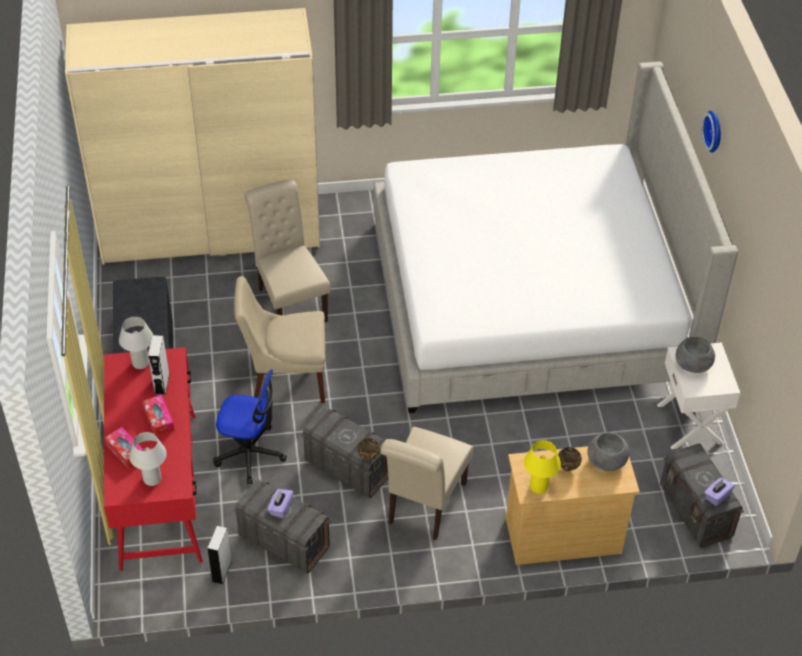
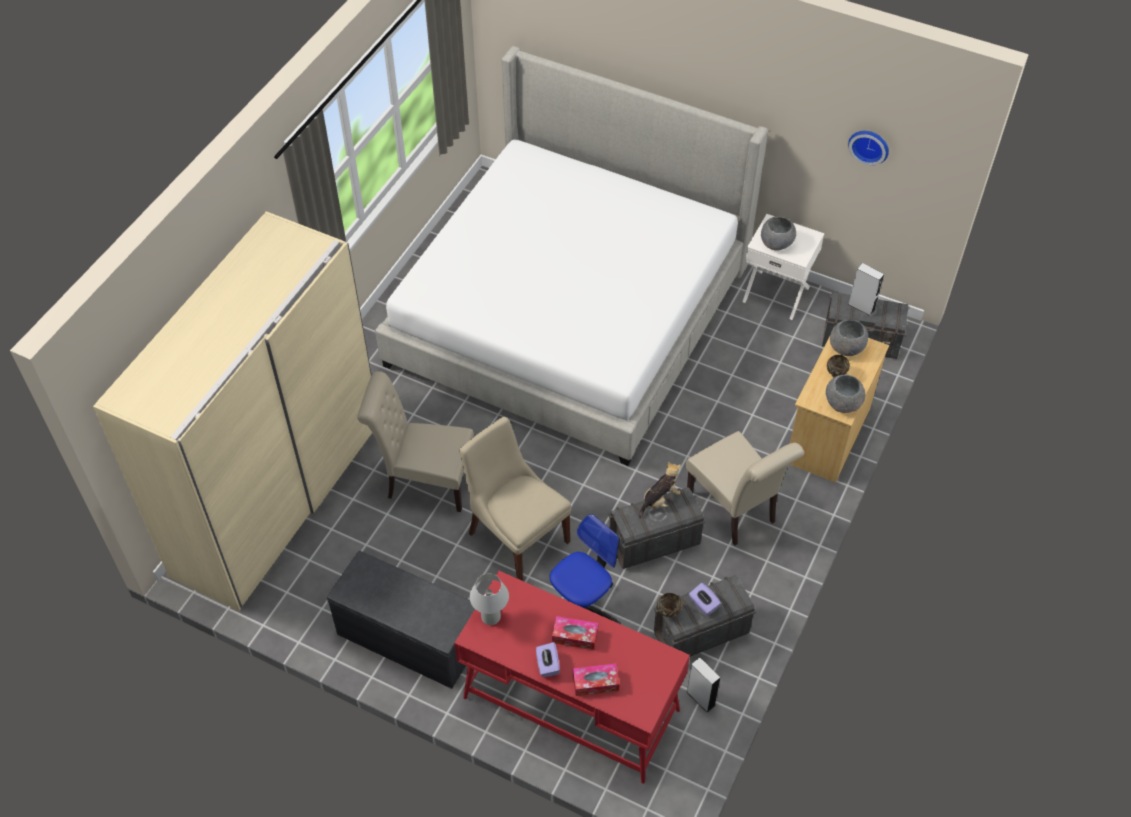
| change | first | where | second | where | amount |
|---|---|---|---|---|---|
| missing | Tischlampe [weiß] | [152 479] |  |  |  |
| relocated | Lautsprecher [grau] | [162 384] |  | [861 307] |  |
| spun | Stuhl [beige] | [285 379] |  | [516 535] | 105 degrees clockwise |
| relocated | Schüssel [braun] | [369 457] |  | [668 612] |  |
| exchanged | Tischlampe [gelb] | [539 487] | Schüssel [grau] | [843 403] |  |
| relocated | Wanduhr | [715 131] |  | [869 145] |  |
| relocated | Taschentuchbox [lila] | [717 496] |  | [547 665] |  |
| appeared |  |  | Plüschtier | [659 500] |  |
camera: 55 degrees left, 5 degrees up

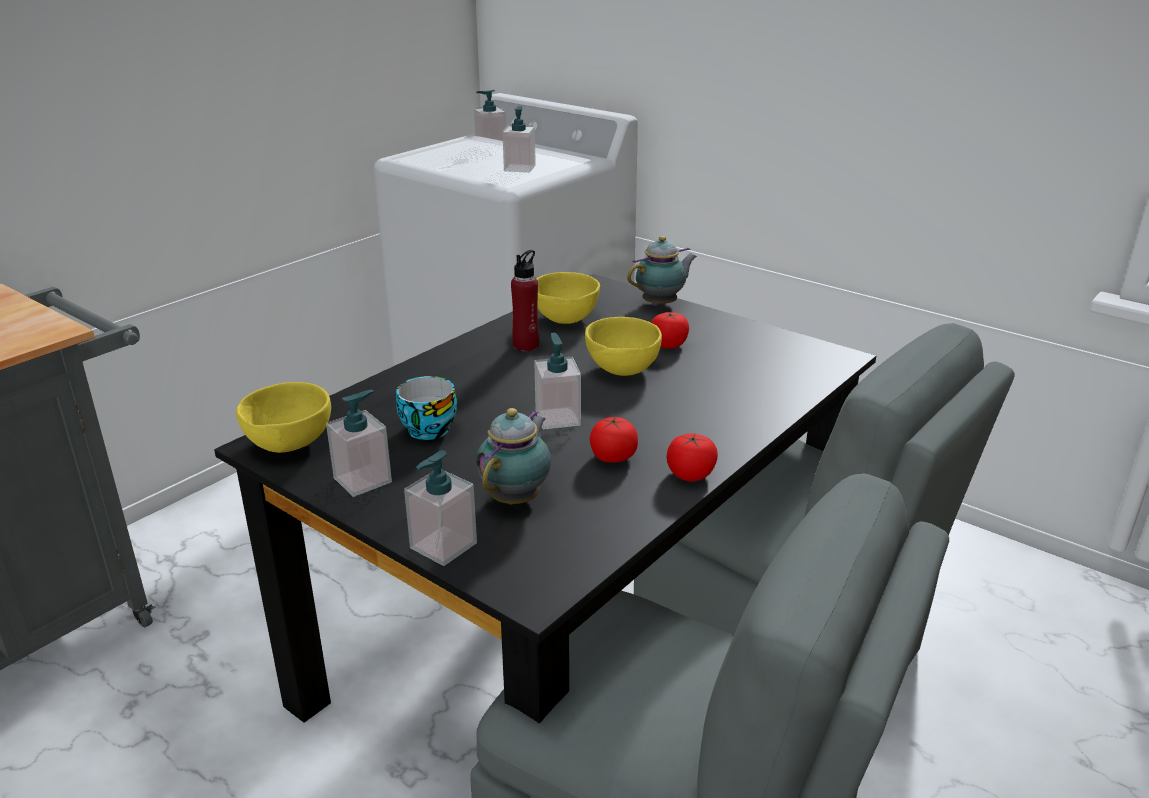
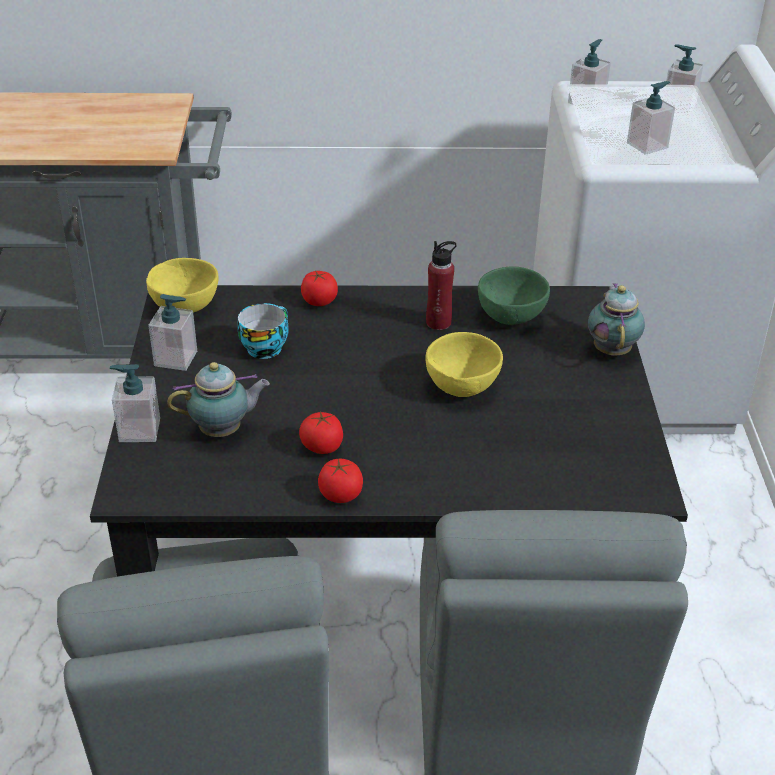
| change | first | where | second | where | amount |
|---|---|---|---|---|---|
| relocated | Seifenspender | [557 418] |  | [586 102] |  |
| colour | Schüssel [gelb] | [564 319] | Schüssel [grün] | [509 316] |  |
| spun | Teekanne | [662 304] |  | [612 349] | 105 degrees counterclockwise |
| relocated | Tomate | [668 345] |  | [319 301] |  |
camera: 50 degrees right, 10 degrees up

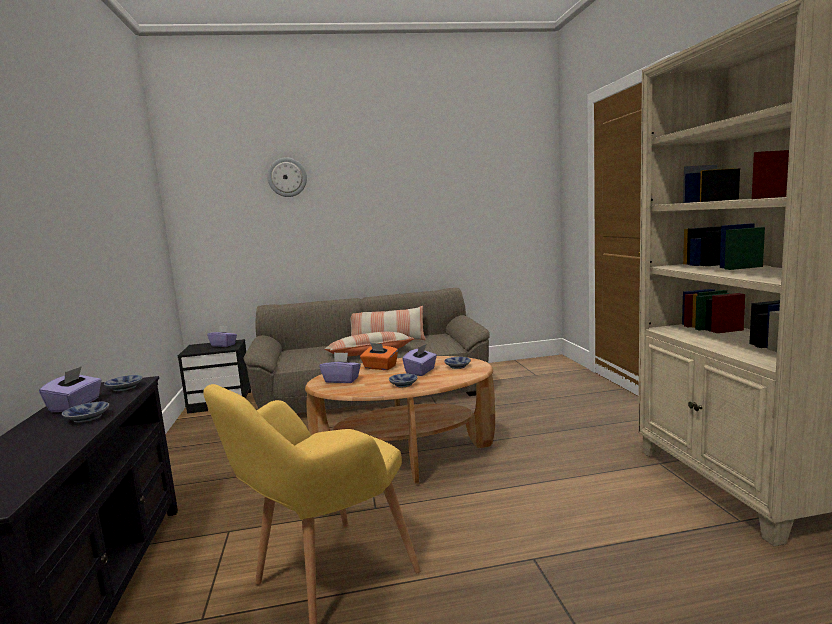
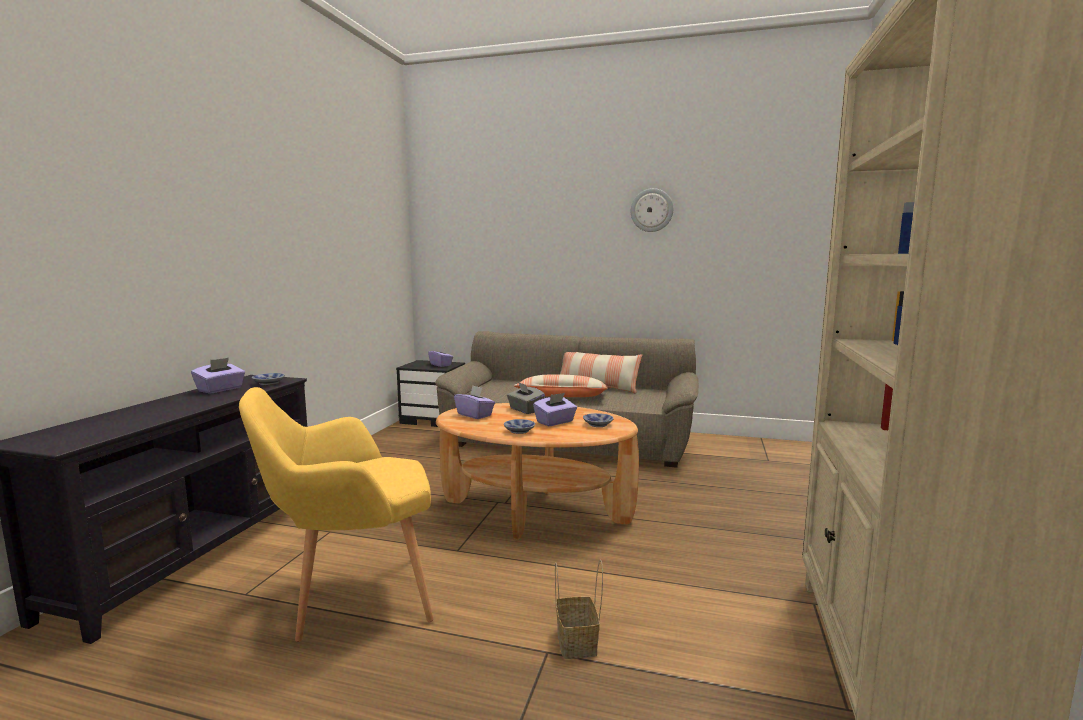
| change | first | where | second | where | amount |
|---|---|---|---|---|---|
| missing | Schüssel | [86 419] |  |  |  |
| relocated | Wanduhr | [287 177] |  | [651 210] |  |
| colour | Taschentuchbox [orange] | [380 367] | Taschentuchbox [grau] | [525 410] |  |
| appeared |  |  | Korb | [578 643] |  |
camera: 25 degrees right, 0 degrees up

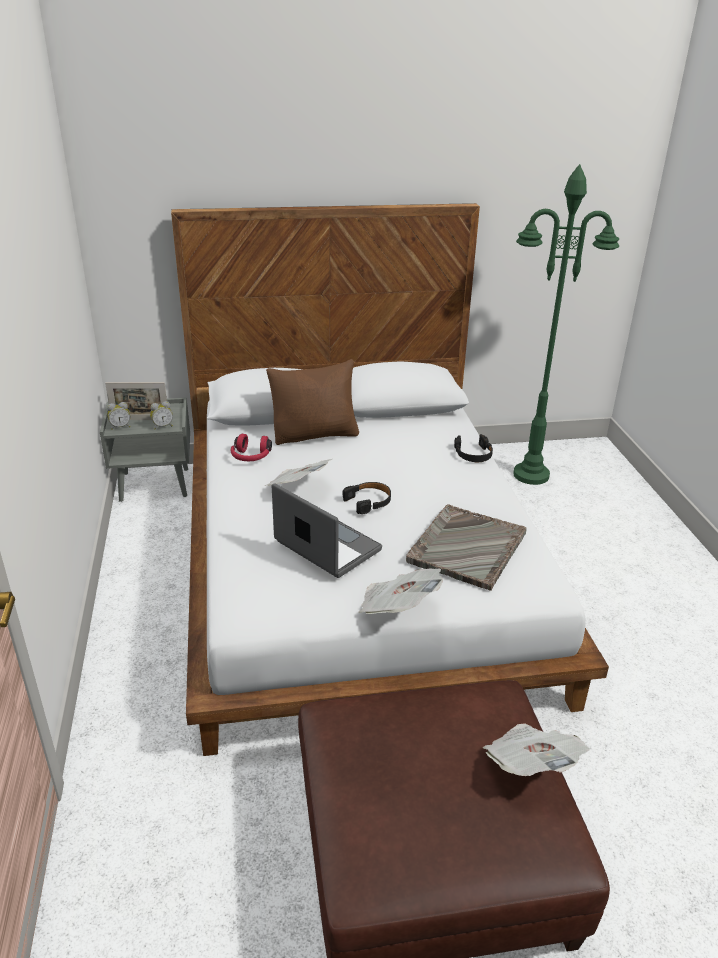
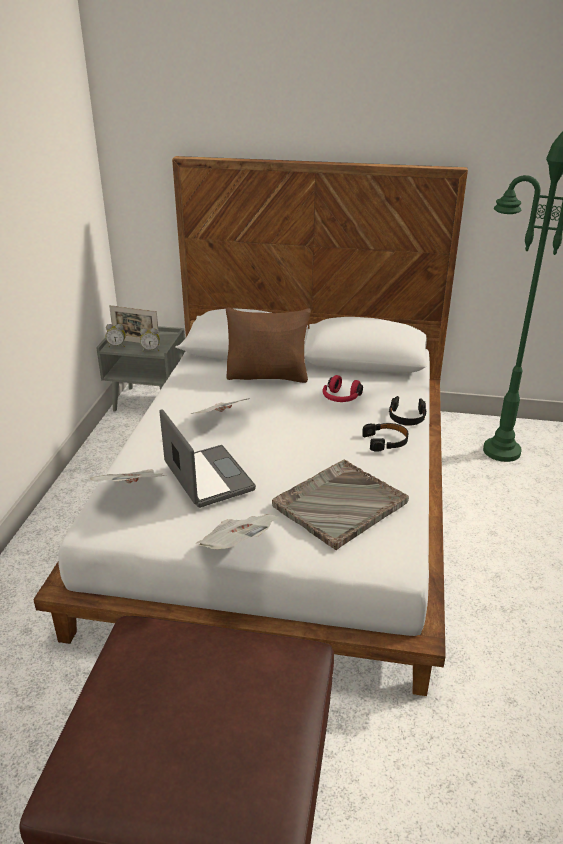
| change | first | where | second | where | amount |
|---|---|---|---|---|---|
| relocated | Kopfhörer [rot] | [250 457] |  | [340 398] |  |
| relocated | Kopfhörer [schwarz] | [368 501] |  | [386 441] |  |
| relocated | Zeitung | [530 765] |  | [132 491] |  |
camera: 20 degrees right, 0 degrees up

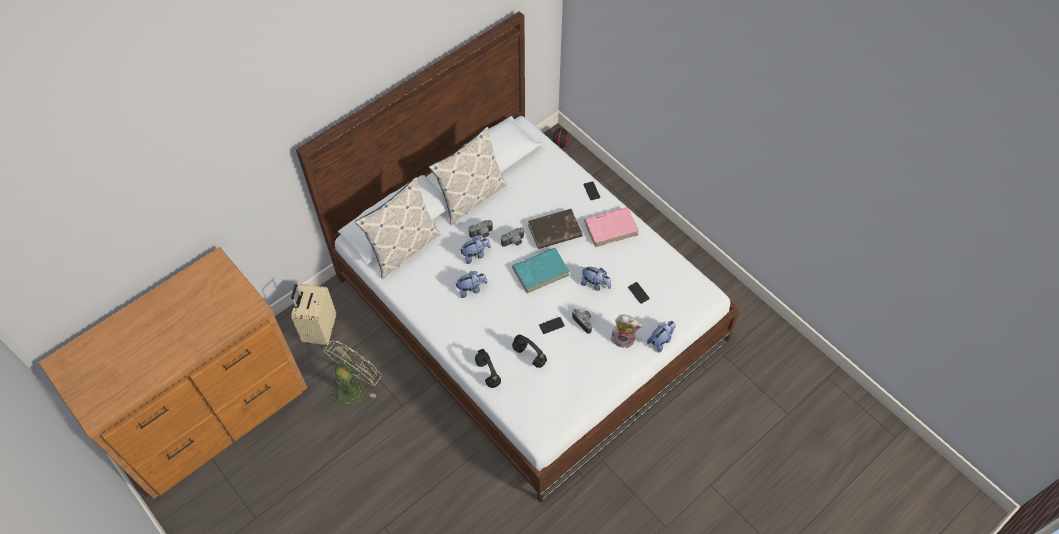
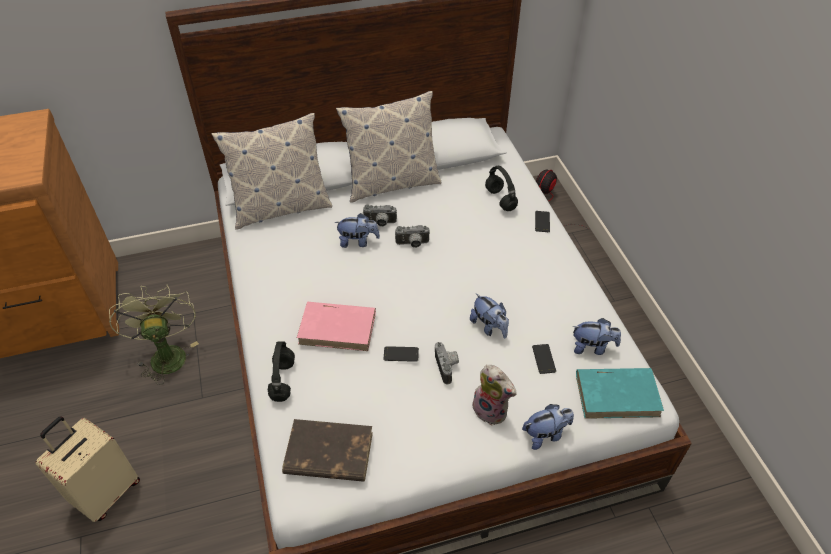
| change | first | where | second | where | amount |
|---|---|---|---|---|---|
| relocated | Koffer [beige] | [319 330] |  | [106 492] |  |
| spun | Ventilator [grün] | [354 386] |  | [166 354] | 75 degrees counterclockwise |
| relocated | Plüschtier | [471 289] |  | [592 347] |  |
| relocated | Buch [türkis] | [541 271] |  | [618 394] |  |
| relocated | Kopfhörer [schwarz] | [530 356] |  | [501 200] |  |
| relocated | Buch [braun] | [554 231] |  | [328 453] |  |
| relocated | Buch [rosa] | [611 228] |  | [338 328] |  |
camera: 25 degrees right, 10 degrees down

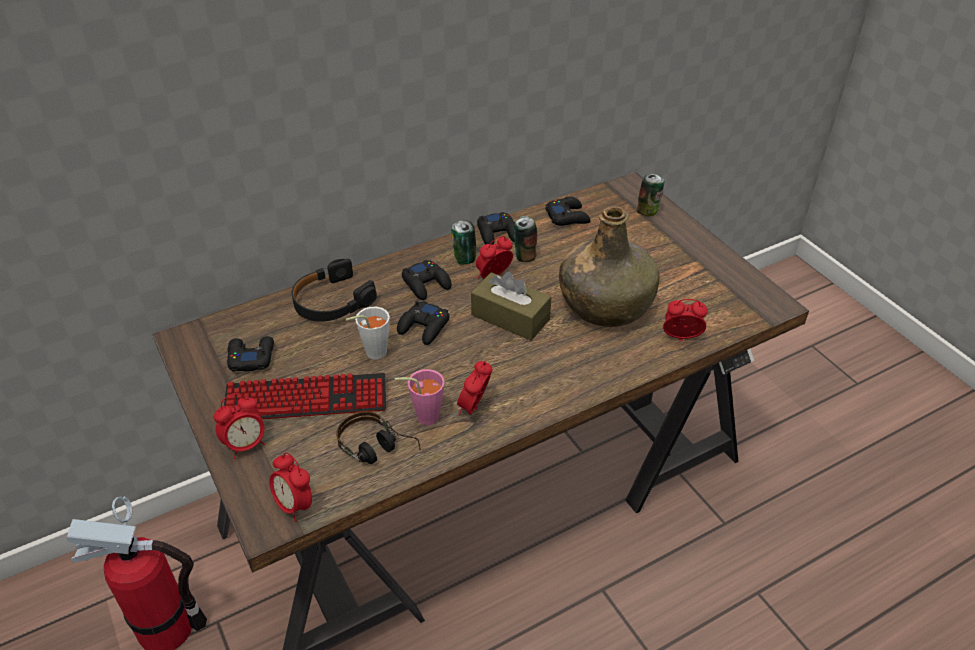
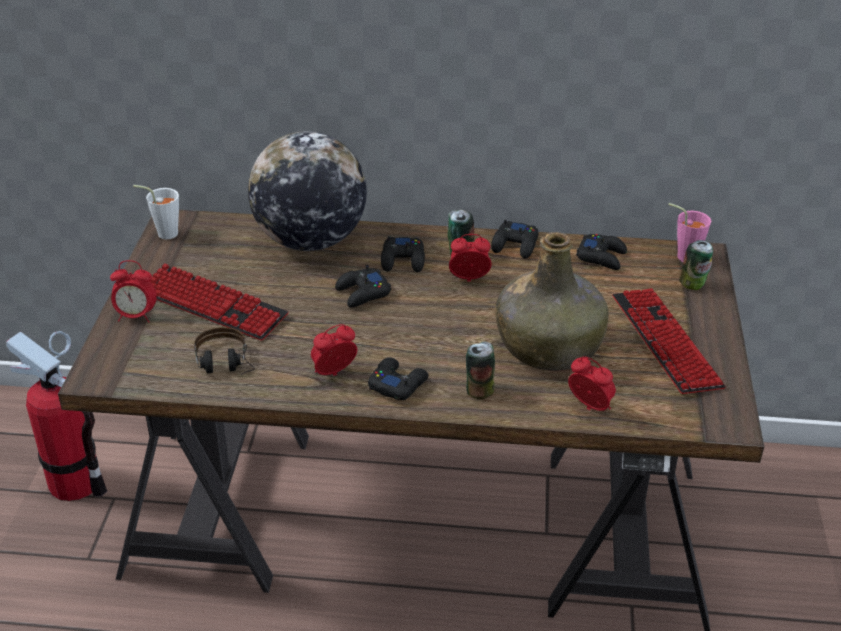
| change | first | where | second | where | amount |
|---|---|---|---|---|---|
| relocated | Gamepad [schwarz] | [251 357] |  | [397 384] |  |
| missing | Wecker | [294 505] |  |  |  |
| exchanged | Kopfhörer [schwarz] | [331 301] | Globus | [310 240] |  |
| relocated | Tasse [weiß] | [371 353] |  | [163 233] |  |
| relocated | Tasse [rosa] | [422 417] |  | [682 255] |  |
| missing | Taschentuchbox [braun] | [510 317] |  |  |  |
| relocated | Dose | [524 256] |  | [479 390] |  |
| appeared |  |  | Tastatur | [665 342] |  |
camera: 35 degrees right, 5 degrees down

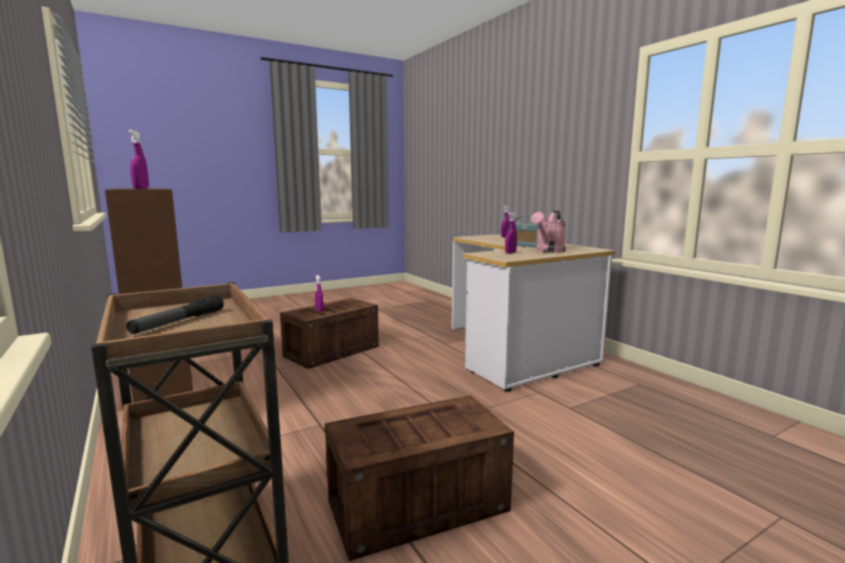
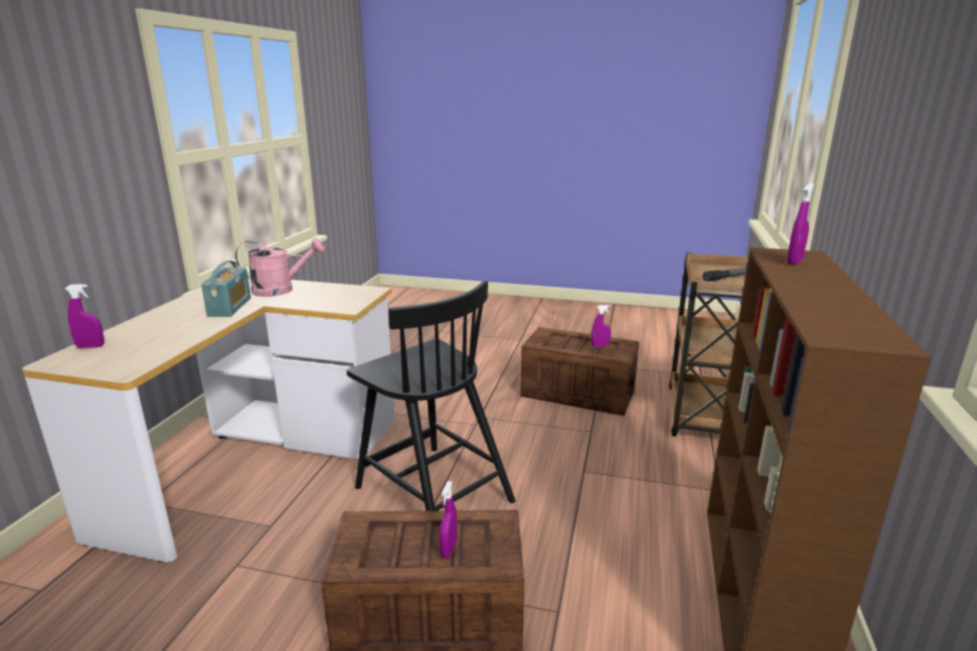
| change | first | where | second | where | amount |
|---|---|---|---|---|---|
| relocated | Sprühflasche [lila] | [510 253] |  | [600 346] |  |
| appeared |  |  | Stuhl [schwarz] | [432 492] |  |
camera: 135 degrees left, 10 degrees up

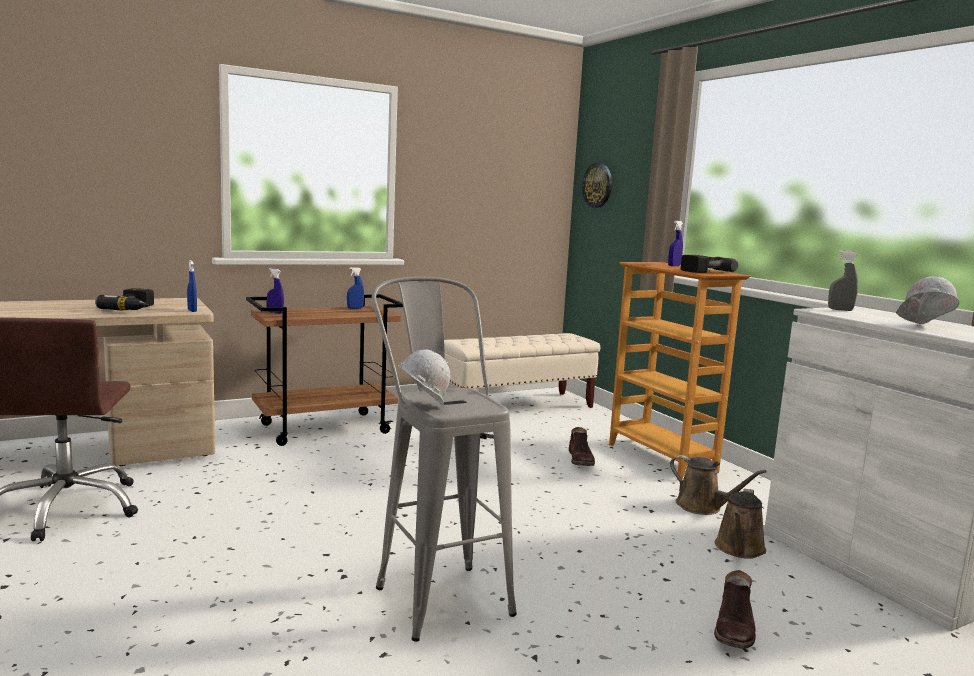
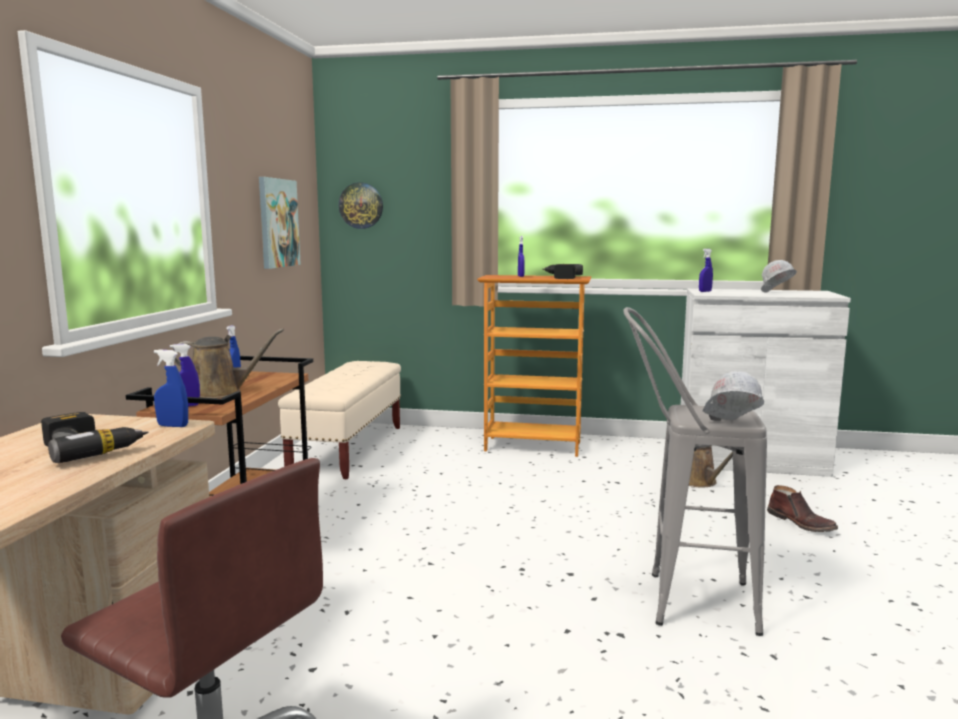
| change | first | where | second | where | amount |
|---|---|---|---|---|---|
| missing | Stiefel [braun] | [581 459] |  |  |  |
| relocated | Gießkanne [braun] | [702 507] |  | [221 392] |  |
| colour | Sprühflasche [grau] | [840 310] | Sprühflasche [blau] | [705 291] |  |
| appeared |  |  | Bild | [277 223] |  |
camera: 50 degrees left, 0 degrees up

